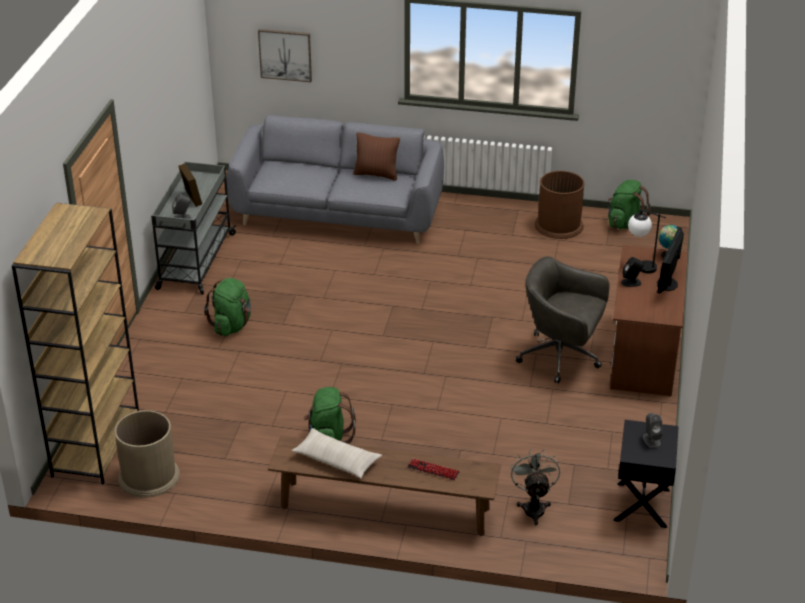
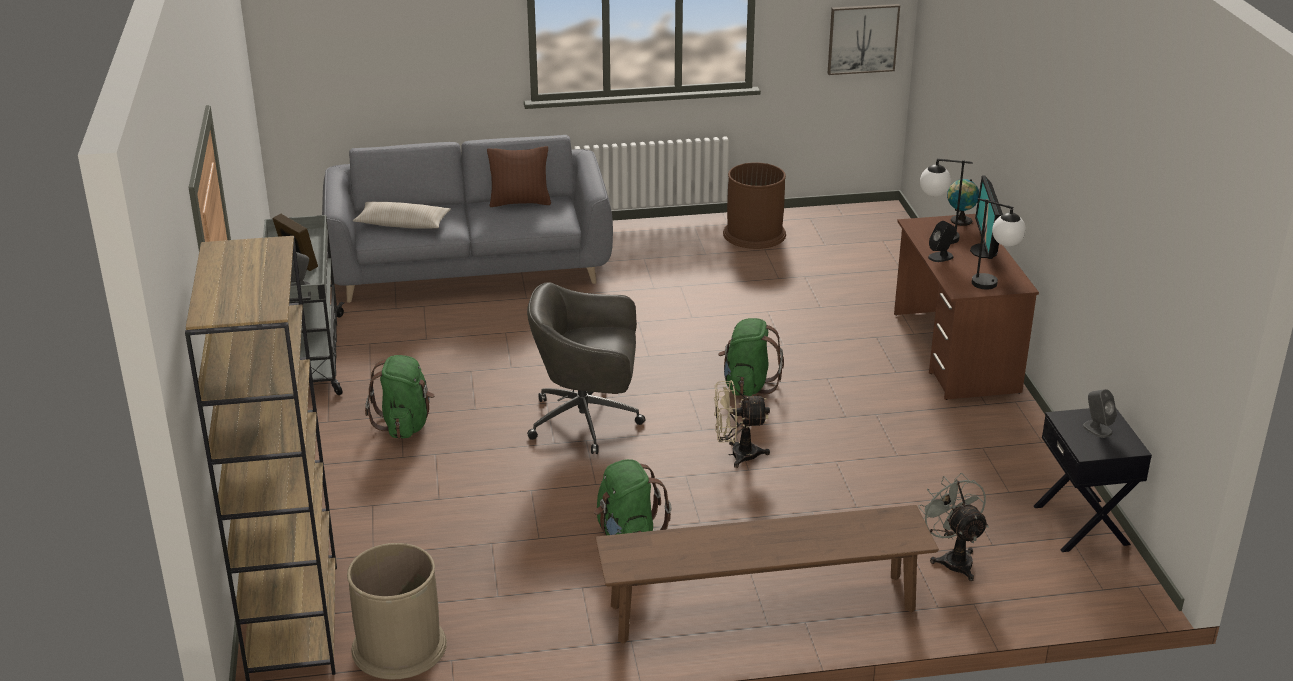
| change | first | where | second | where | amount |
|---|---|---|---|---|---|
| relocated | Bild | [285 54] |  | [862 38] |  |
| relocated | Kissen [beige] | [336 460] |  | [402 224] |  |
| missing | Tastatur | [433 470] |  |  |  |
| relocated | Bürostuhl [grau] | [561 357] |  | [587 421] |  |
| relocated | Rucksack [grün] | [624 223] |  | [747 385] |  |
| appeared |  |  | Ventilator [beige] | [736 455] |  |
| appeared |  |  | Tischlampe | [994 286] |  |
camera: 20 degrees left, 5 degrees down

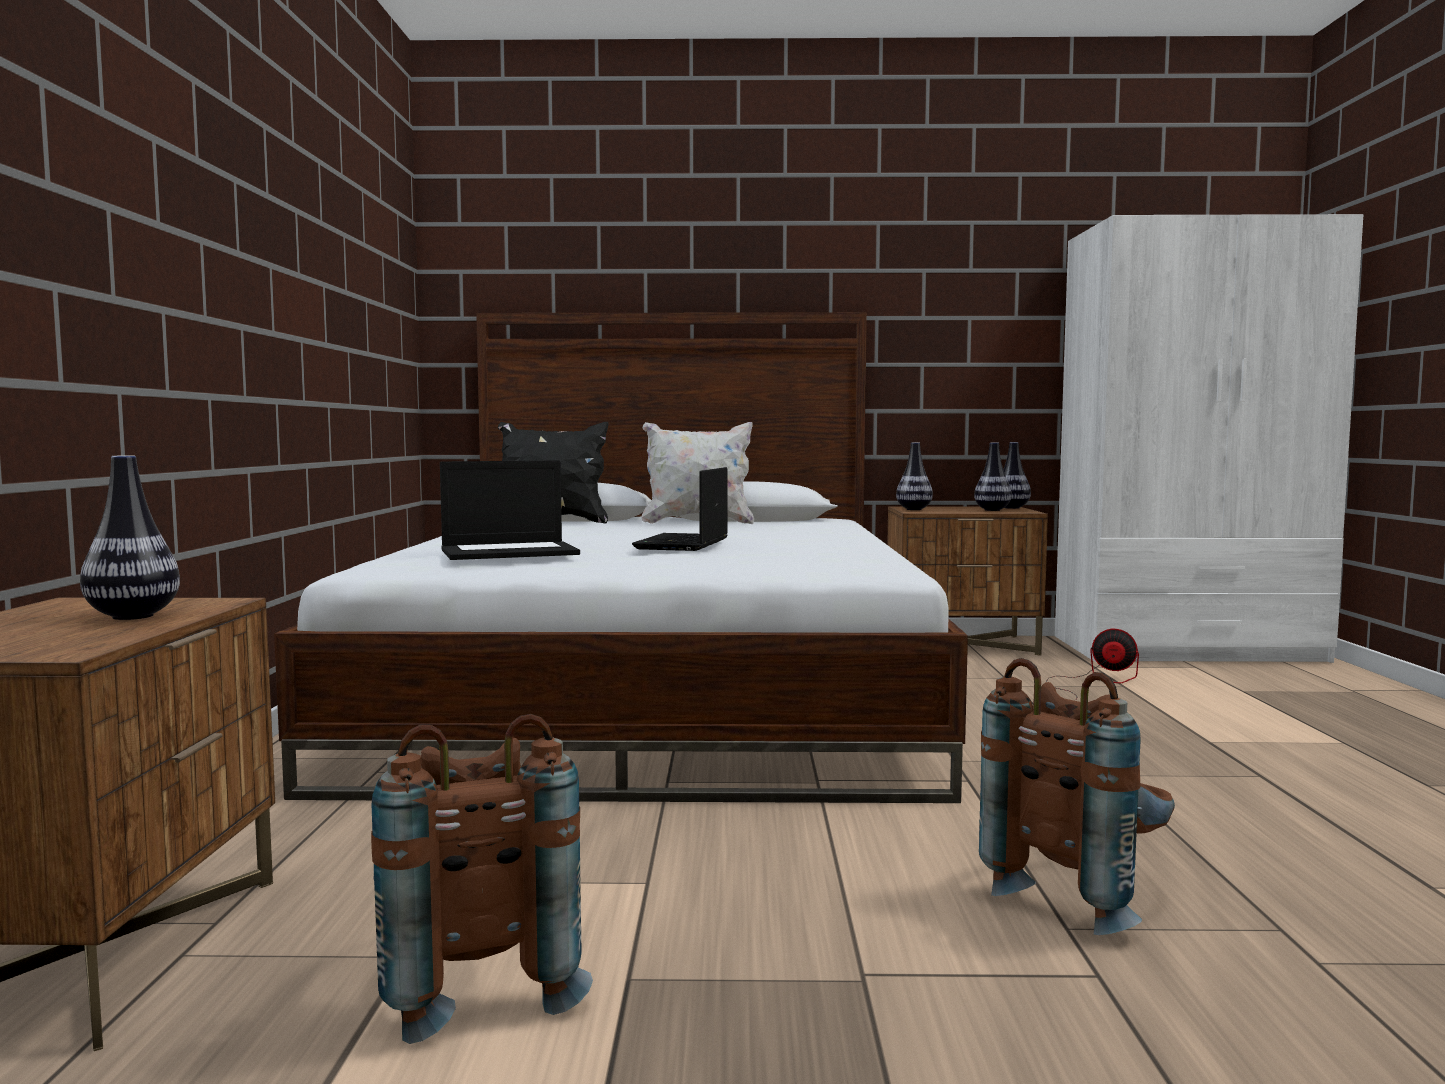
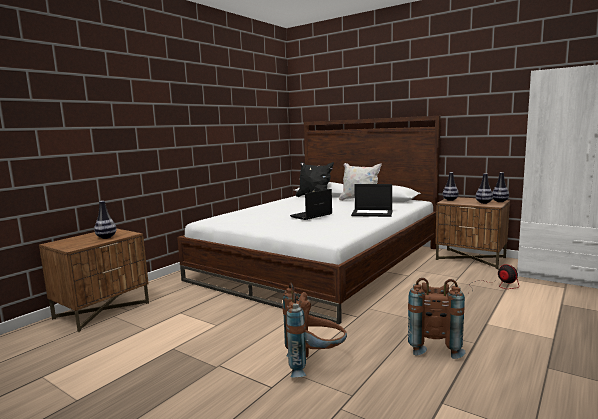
| change | first | where | second | where | amount |
|---|---|---|---|---|---|
| relocated | Rucksack [braun] | [474 985] |  | [433 345] |  |
| relocated | Laptop | [510 552] |  | [372 213] |  |
camera: 35 degrees right, 5 degrees up

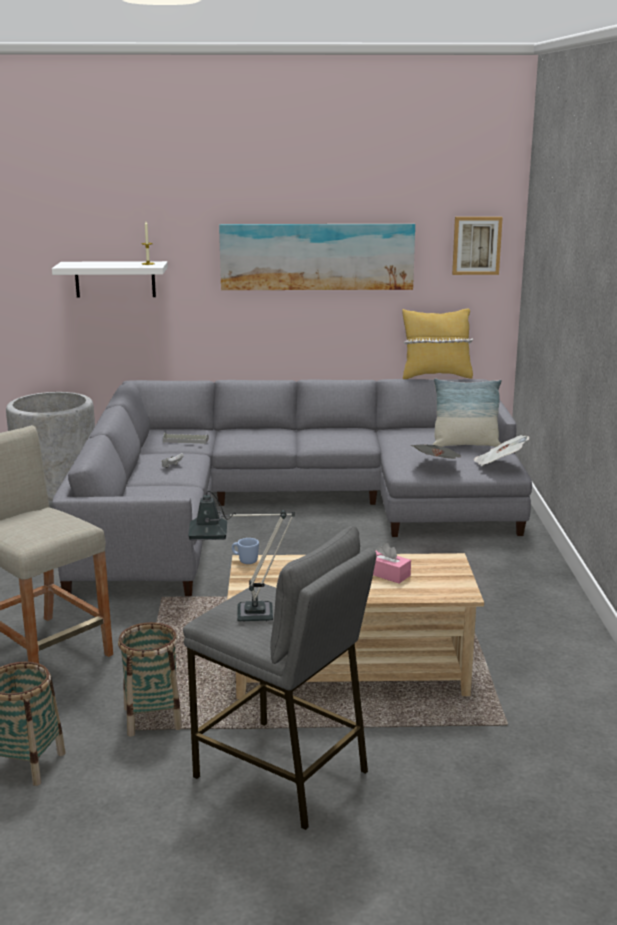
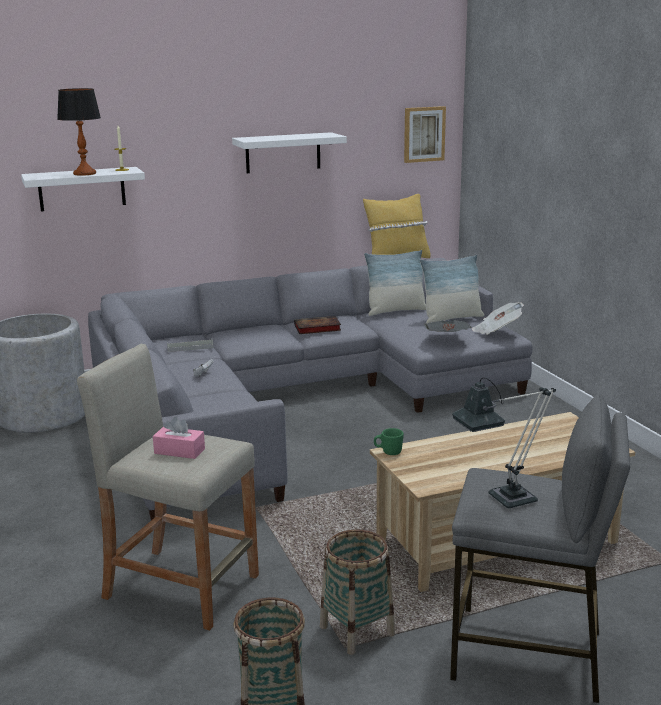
| change | first | where | second | where | amount |
|---|---|---|---|---|---|
| exchanged | Bild | [316 256] | Wandregal [weiß] | [283 152] |  |
| colour | Henkelbecher [blau] | [245 561] | Henkelbecher [grün] | [388 452] |  |
| relocated | Taschentuchbox [rosa] | [387 574] |  | [179 451] |  |
| appeared |  |  | Tischlampe | [84 173] |  |
| appeared |  |  | Buch | [316 328] |  |
| appeared |  |  | Kissen | [395 311] |  |
camera: 20 degrees left, 0 degrees up

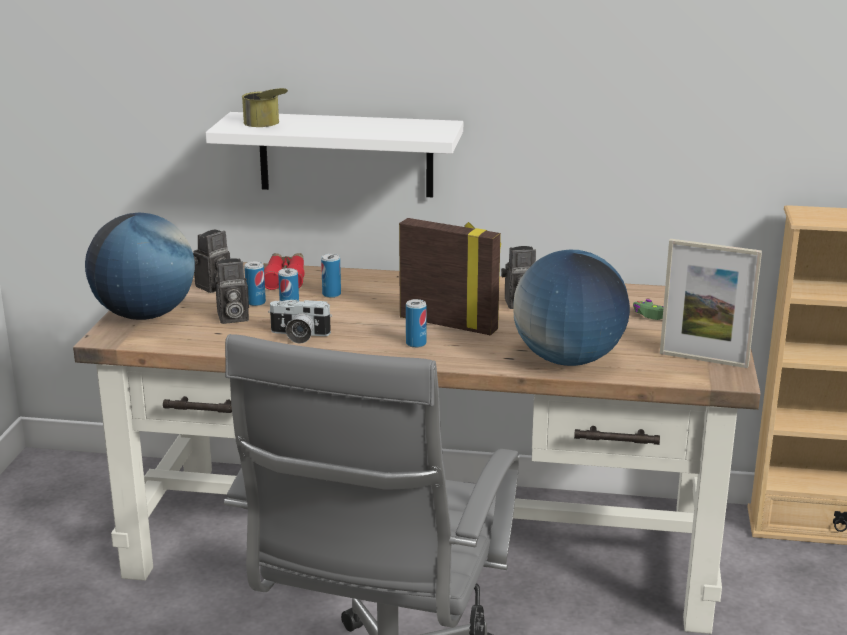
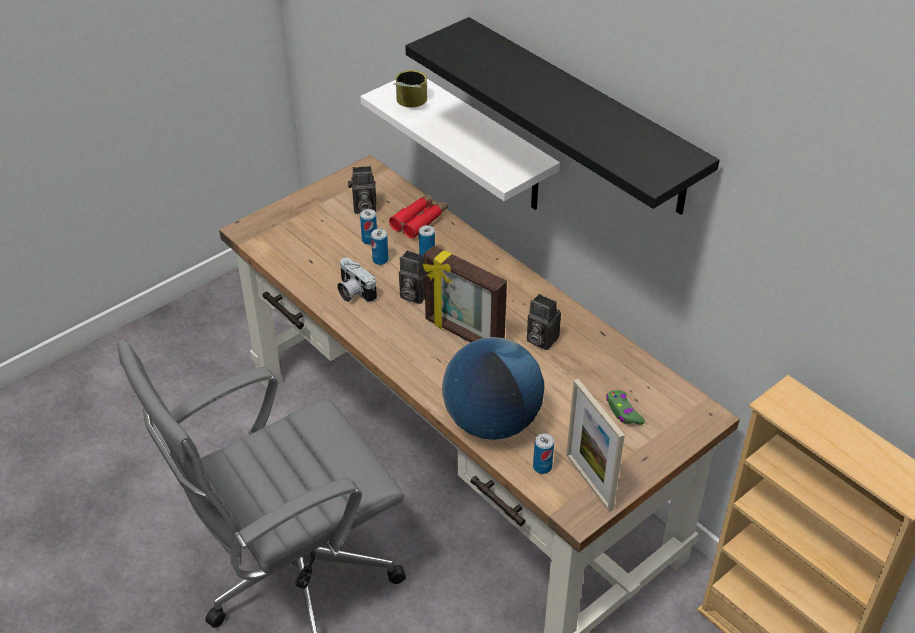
| change | first | where | second | where | amount |
|---|---|---|---|---|---|
| missing | Globus | [145 315] |  |  |  |
| relocated | Kamera | [231 318] |  | [412 294] |  |
| spun | Bilderrahmen | [449 324] |  | [463 334] | 150 degrees clockwise |
| relocated | Dose | [416 343] |  | [542 467] |  |
| appeared |  |  | Wandregal [schwarz] | [581 116] |  |
camera: 40 degrees right, 20 degrees up

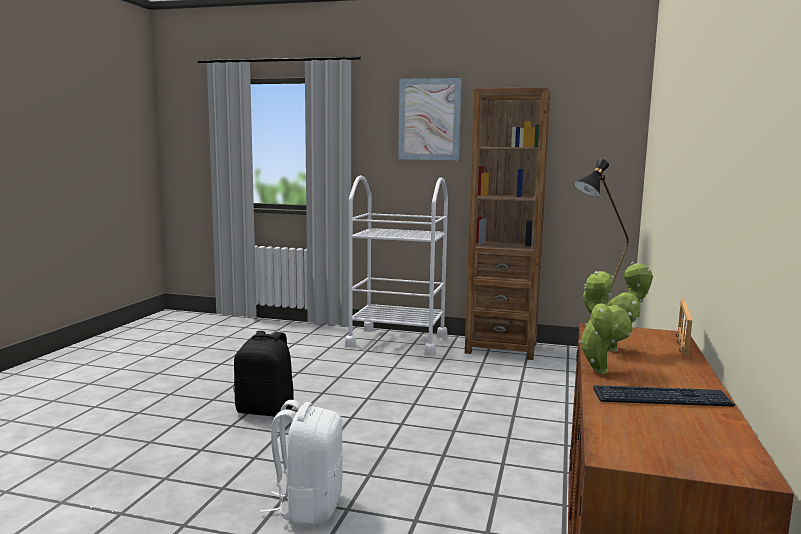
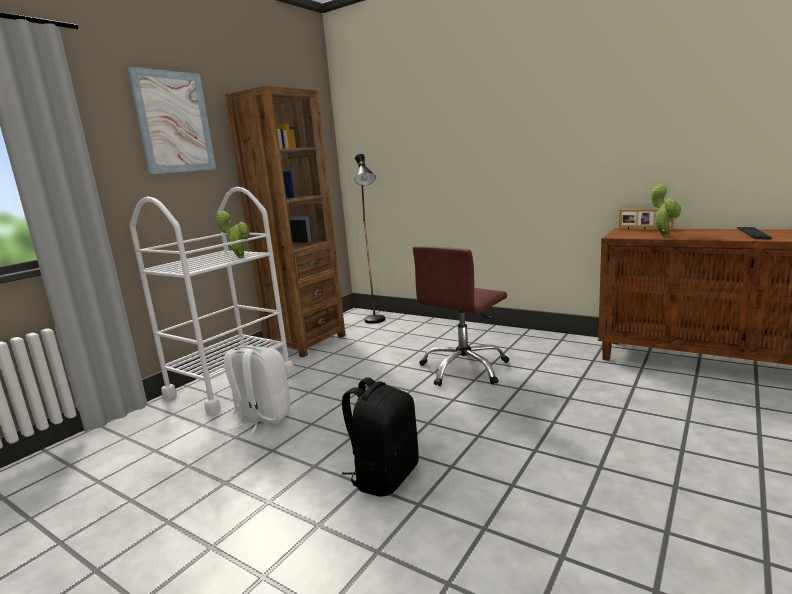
| change | first | where | second | where | amount |
|---|---|---|---|---|---|
| relocated | Rucksack [weiß] | [308 507] |  | [261 418] |  |
| relocated | Topfpflanze | [599 369] |  | [239 257] |  |
| appeared |  |  | Bürostuhl [braun] | [464 369] |  |
camera: 70 degrees left, 5 degrees up

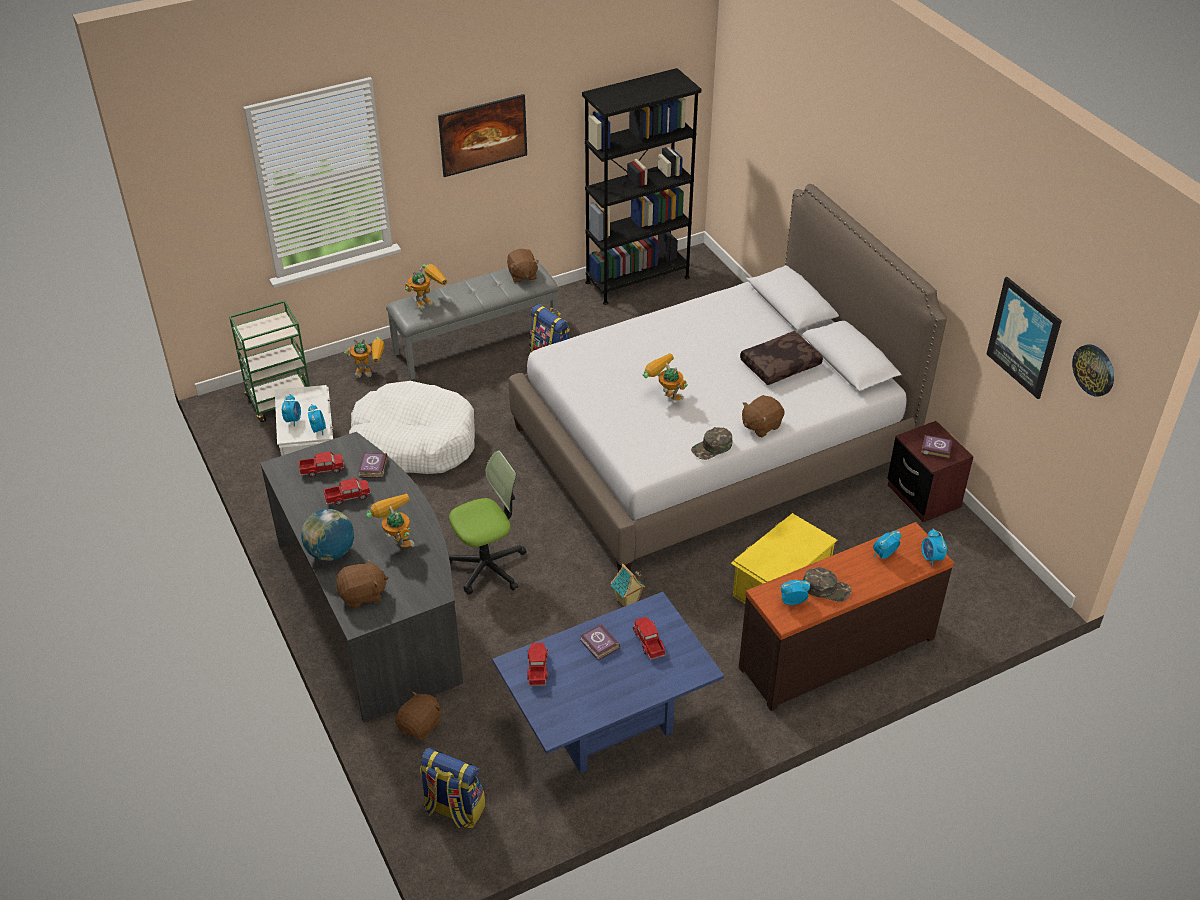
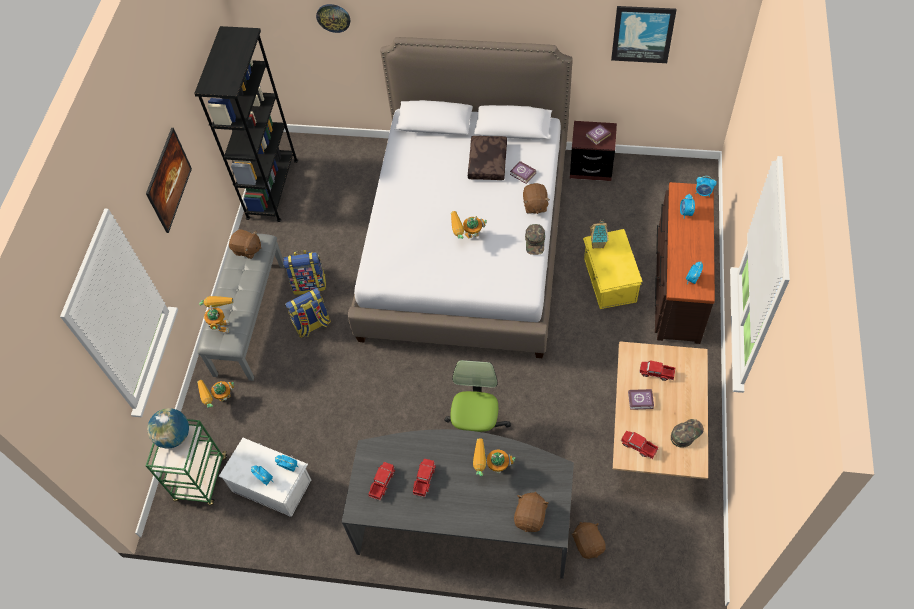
| change | first | where | second | where | amount |
|---|---|---|---|---|---|
| relocated | Globus | [331 552] |  | [174 436] |  |
| spun | Spielzeugroboter | [370 371] |  | [220 402] | 150 degrees counterclockwise |
| missing | Hundebett [weiß] | [415 441] |  |  |  |
| relocated | Buch | [372 468] |  | [523 174] |  |
| relocated | Rucksack | [453 809] |  | [312 325] |  |
| colour | Couchtisch [blau] | [607 721] | Couchtisch [beige] | [653 434] |  |
| relocated | Spielzeughaus | [627 602] |  | [598 244] |  |
| relocated | Kappe [grün] | [826 588] |  | [686 433] |  |
| relocated | Wanduhr | [1094 369] |  | [333 17] |  |
camera: 50 degrees left, 15 degrees up

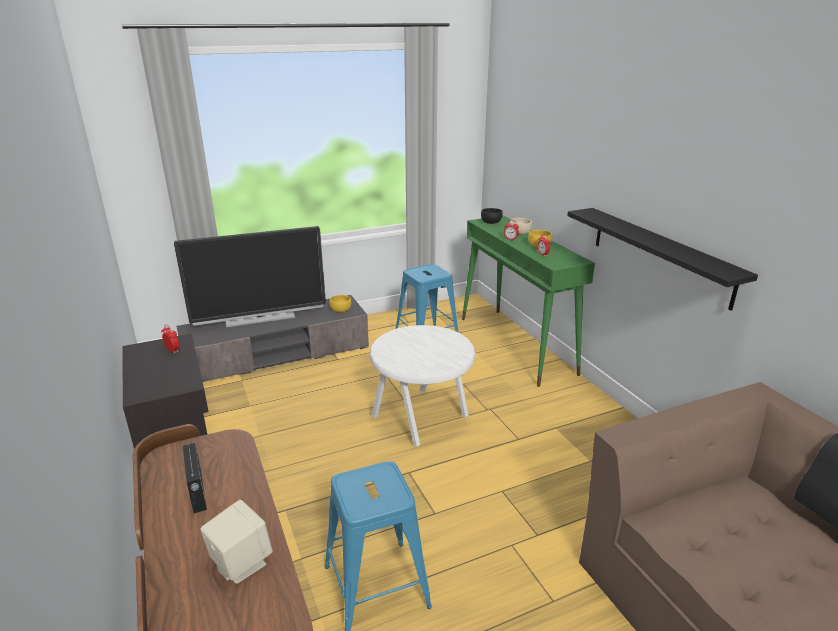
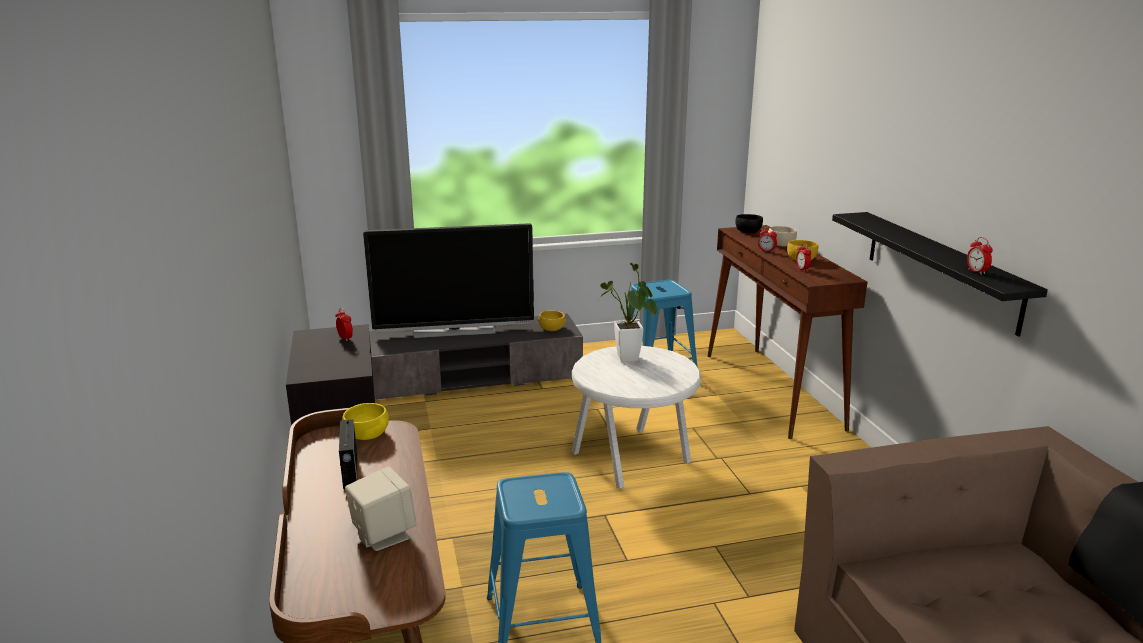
| change | first | where | second | where | amount |
|---|---|---|---|---|---|
| colour | Konsolentisch [grün] | [516 345] | Konsolentisch [braun] | [772 390] |  |
| appeared |  |  | Schüssel [gelb] | [367 434] |  |
| appeared |  |  | Topfpflanze | [628 360] |  |
| appeared |  |  | Wecker | [976 271] |  |
camera: 10 degrees right, 5 degrees down

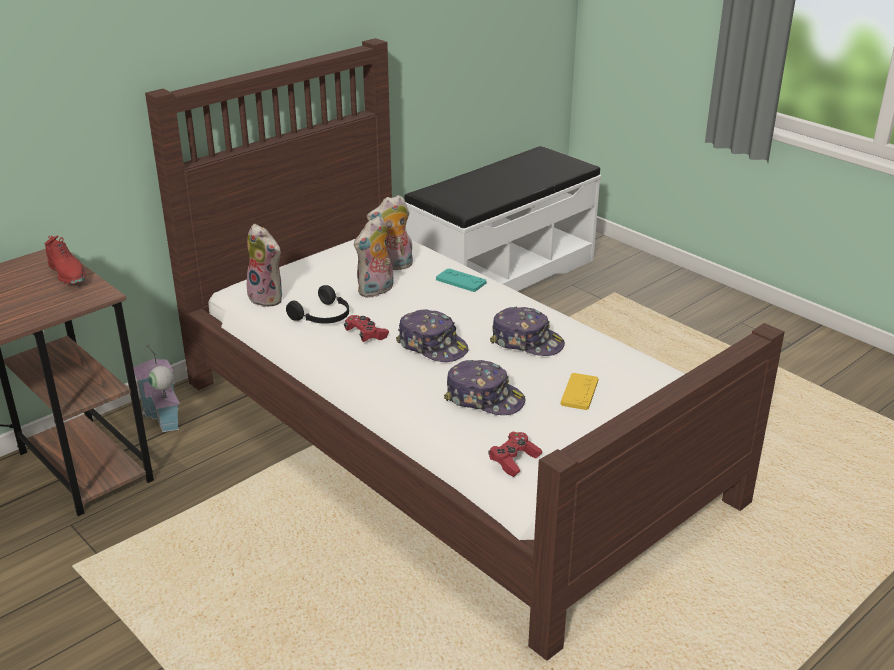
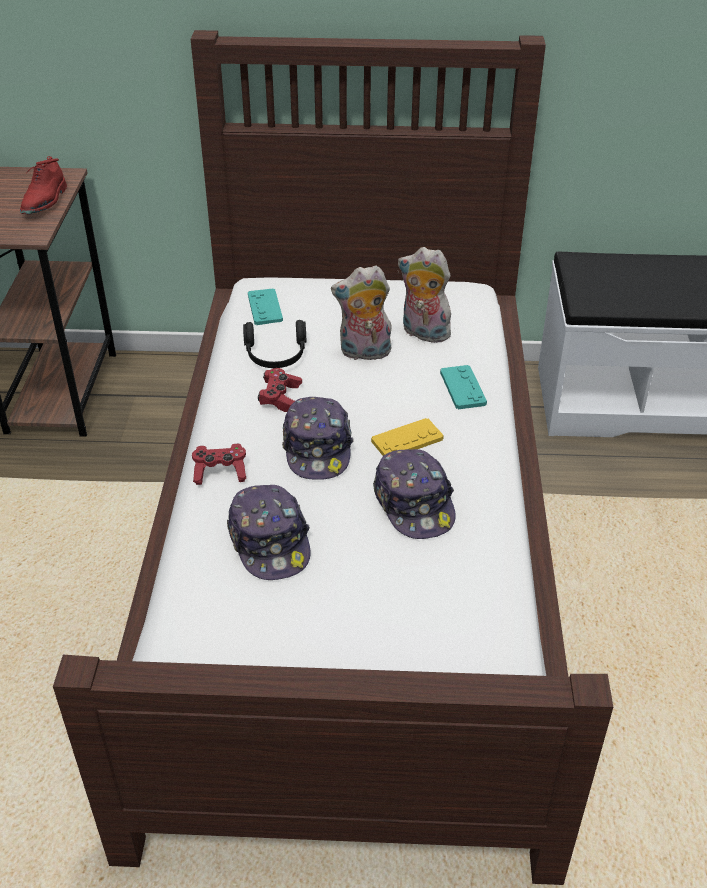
| change | first | where | second | where | amount |
|---|---|---|---|---|---|
| missing | Spielzeughaus | [162 415] |  |  |  |
| exchanged | Plüschtier | [268 298] | Gamepad [türkis] | [265 308] |  |
| relocated | Gamepad [rot] | [514 460] |  | [220 472] |  |
| relocated | Gamepad [gelb] | [579 392] |  | [407 440] |  |
camera: 45 degrees right, 10 degrees up

